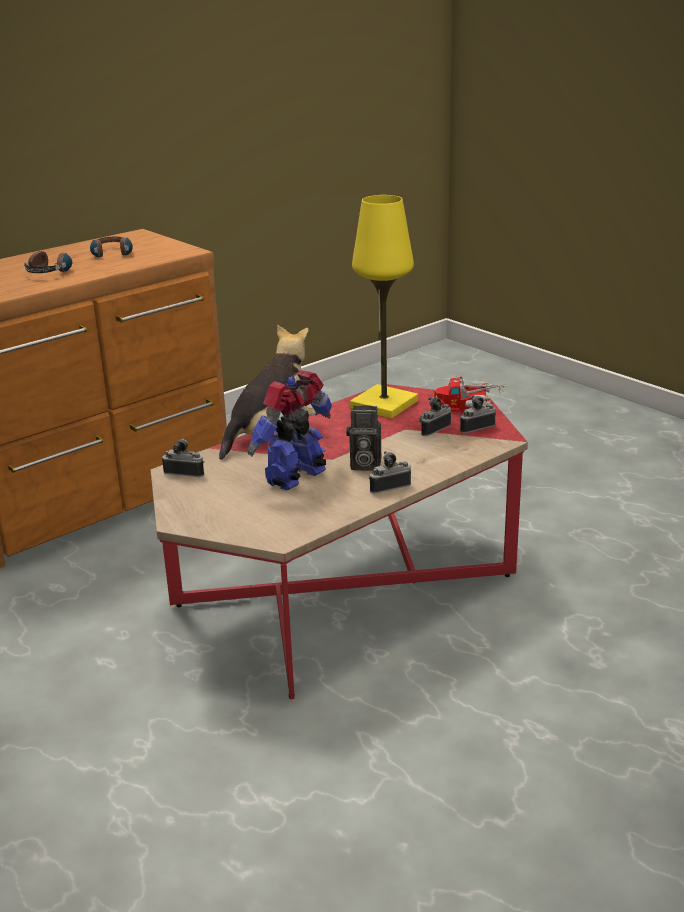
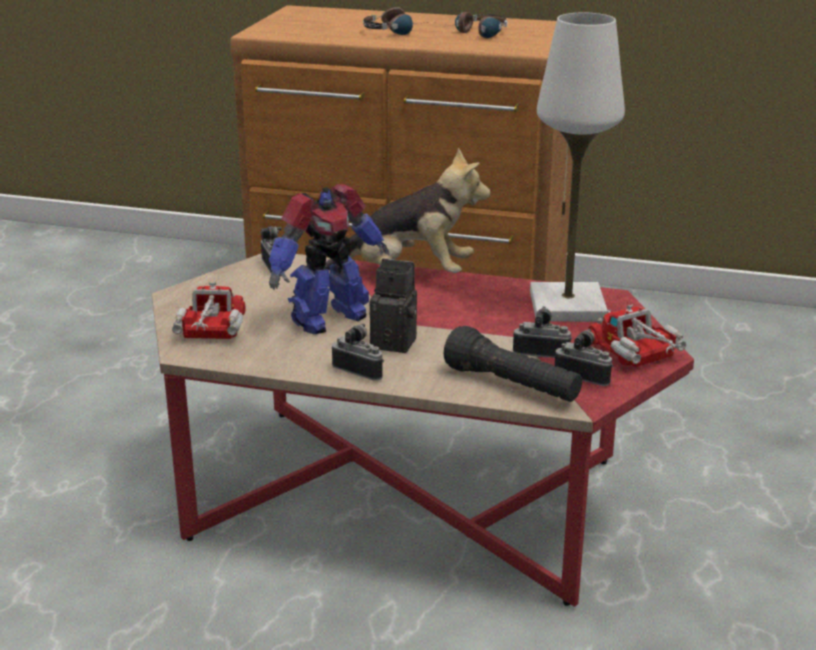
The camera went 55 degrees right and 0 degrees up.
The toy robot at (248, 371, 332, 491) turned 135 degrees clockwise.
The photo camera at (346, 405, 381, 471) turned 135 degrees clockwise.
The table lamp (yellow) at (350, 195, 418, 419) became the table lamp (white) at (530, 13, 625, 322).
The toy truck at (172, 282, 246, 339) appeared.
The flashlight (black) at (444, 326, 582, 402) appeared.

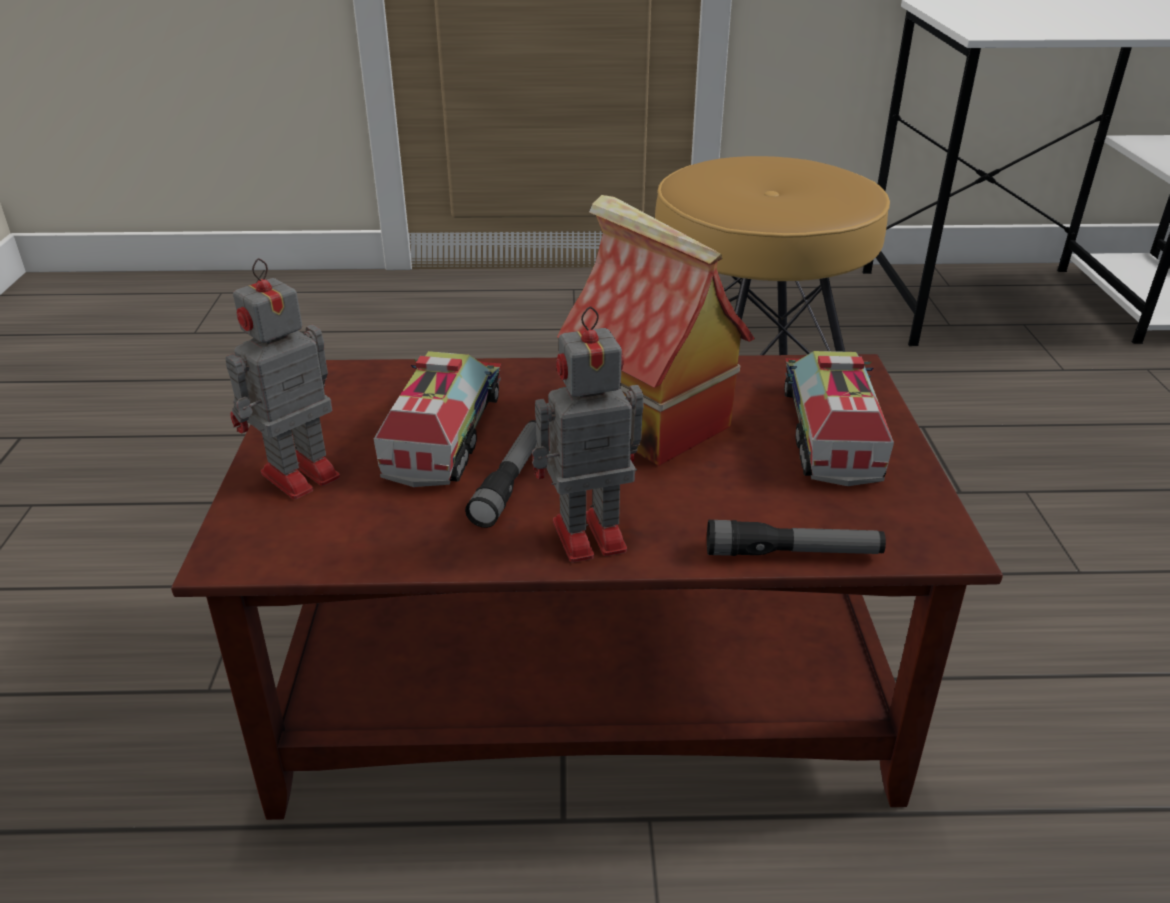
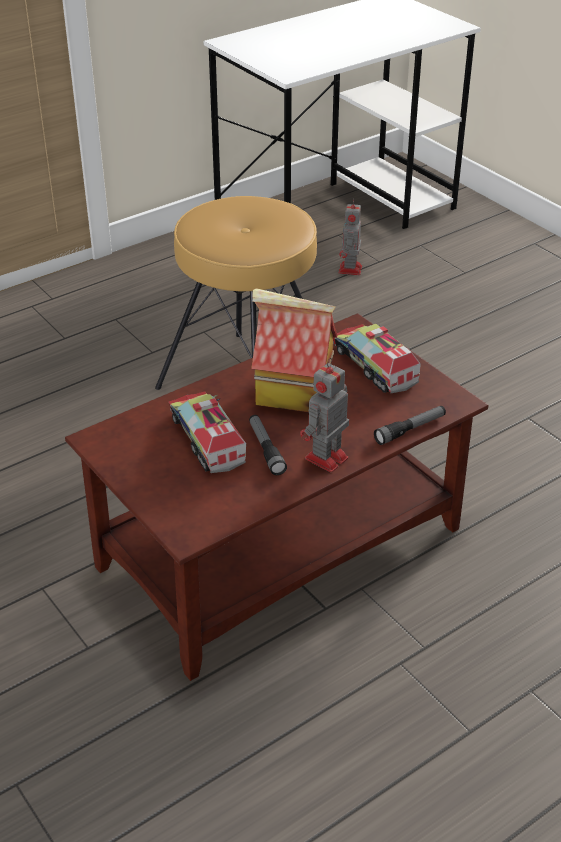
The camera went 35 degrees left and 5 degrees up.
The toy robot moved from (225, 258, 340, 499) to (339, 198, 362, 275).

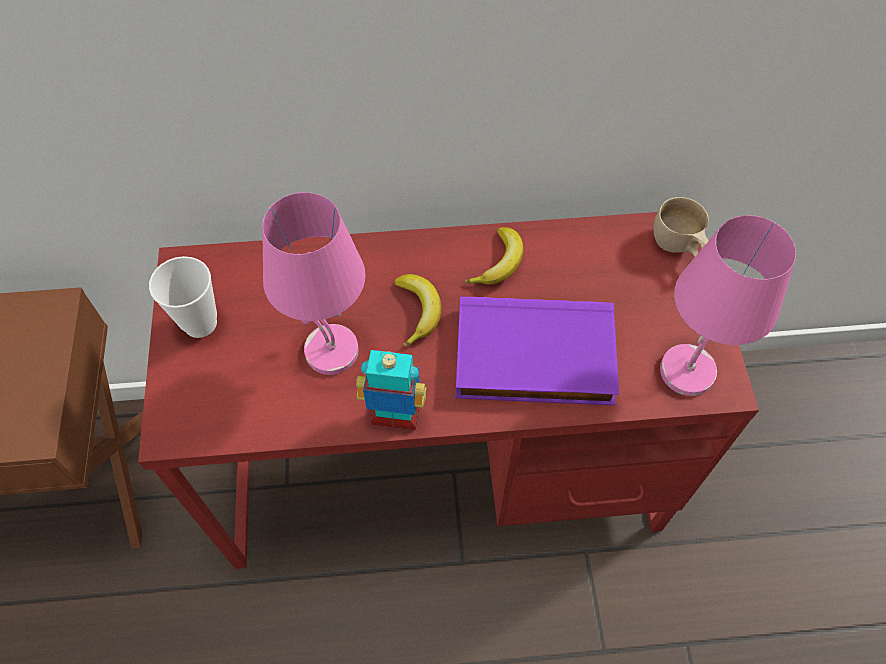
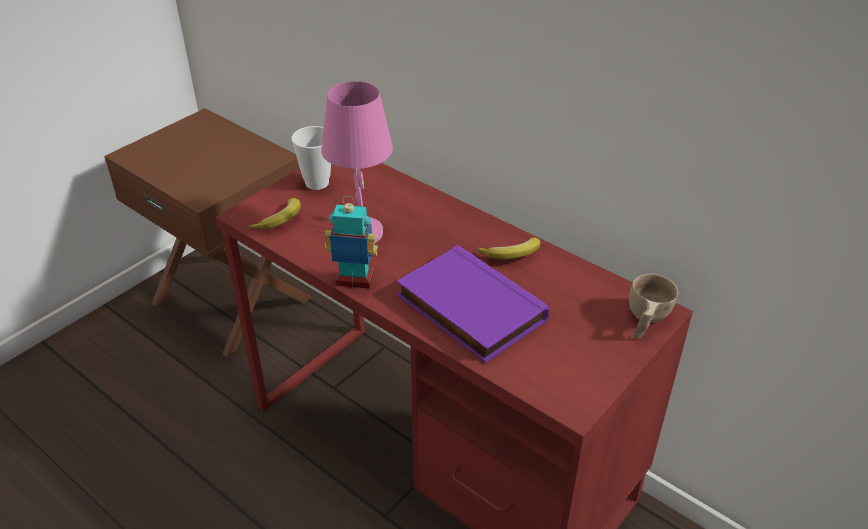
The camera went 45 degrees right and 20 degrees down.
The toy robot at (356, 350, 427, 430) turned 45 degrees counterclockwise.
The banana moved from (394, 274, 441, 347) to (248, 198, 301, 229).
The table lamp (pink) at (660, 215, 796, 396) disappeared.

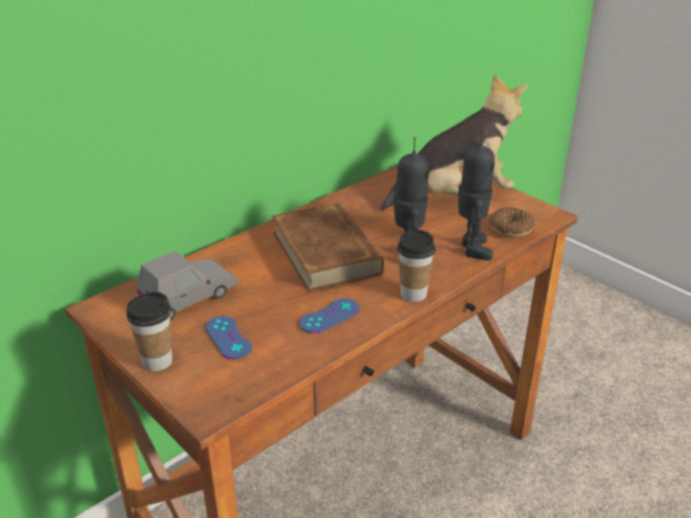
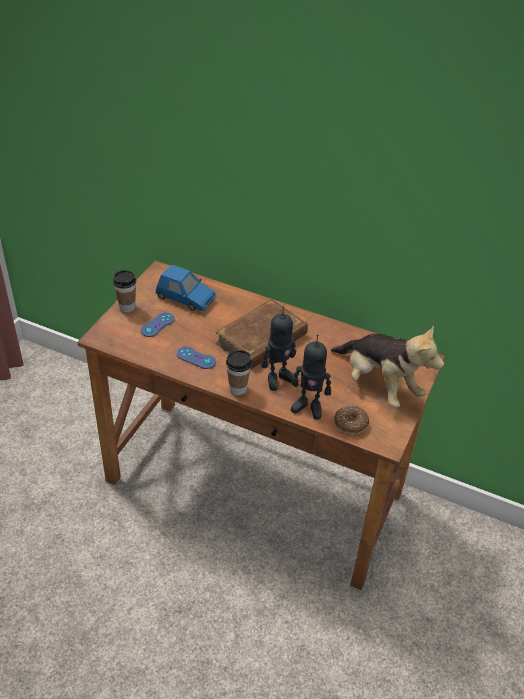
The camera went 65 degrees right and 10 degrees up.
The toy car (grey) at (135, 251, 238, 320) became the toy car (blue) at (156, 264, 216, 311).
The toy robot at (458, 130, 495, 260) turned 45 degrees clockwise.

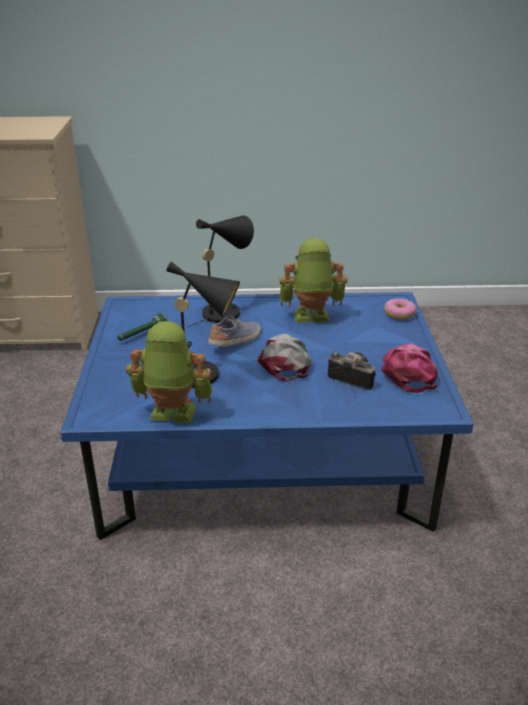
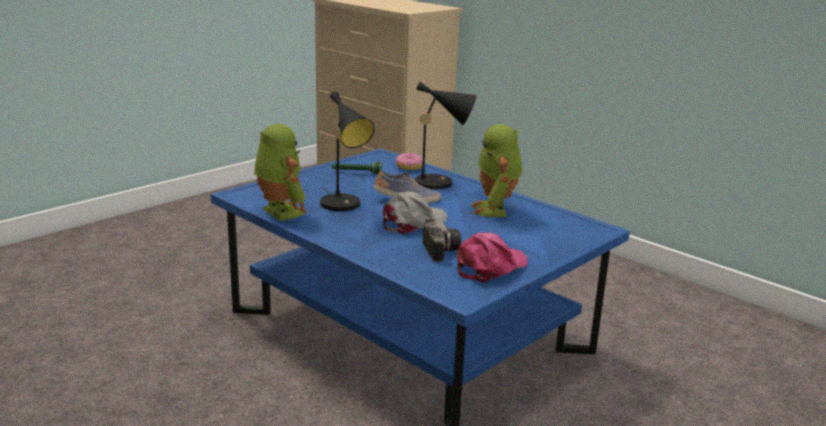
The camera went 45 degrees right and 10 degrees down.
The toy robot at (279, 238, 348, 323) turned 135 degrees counterclockwise.
The donut moved from (384, 298, 416, 320) to (396, 153, 423, 170).

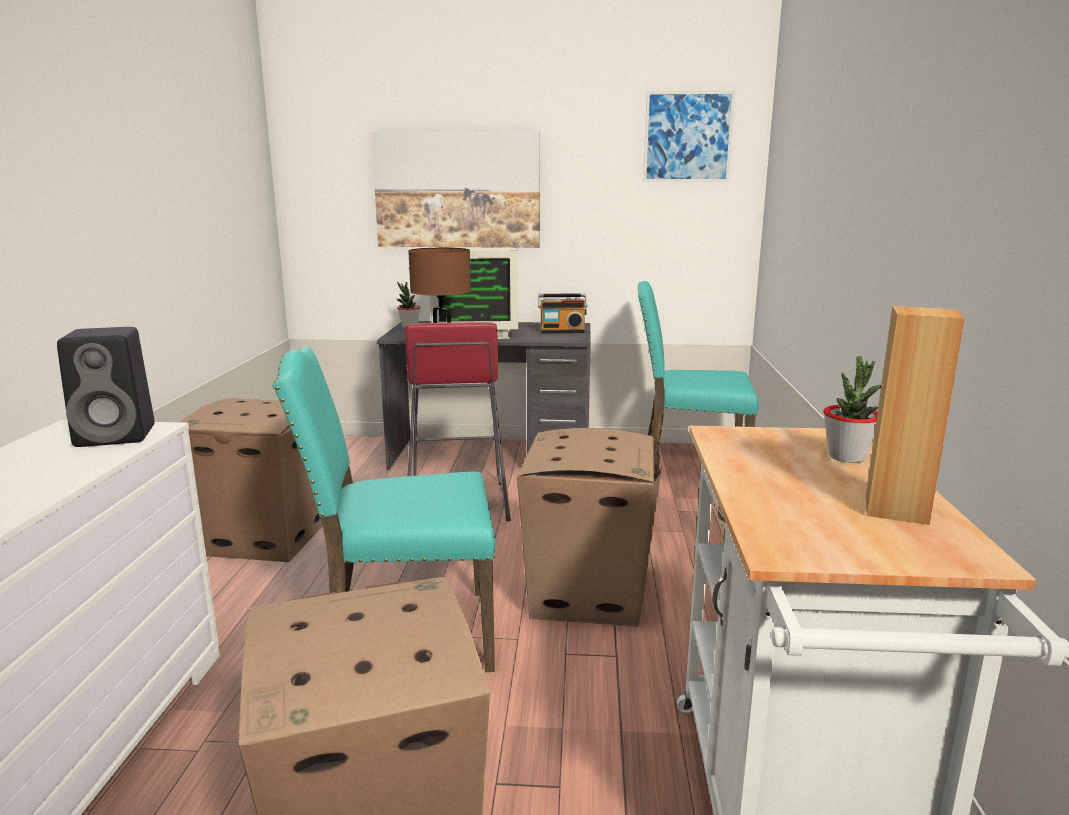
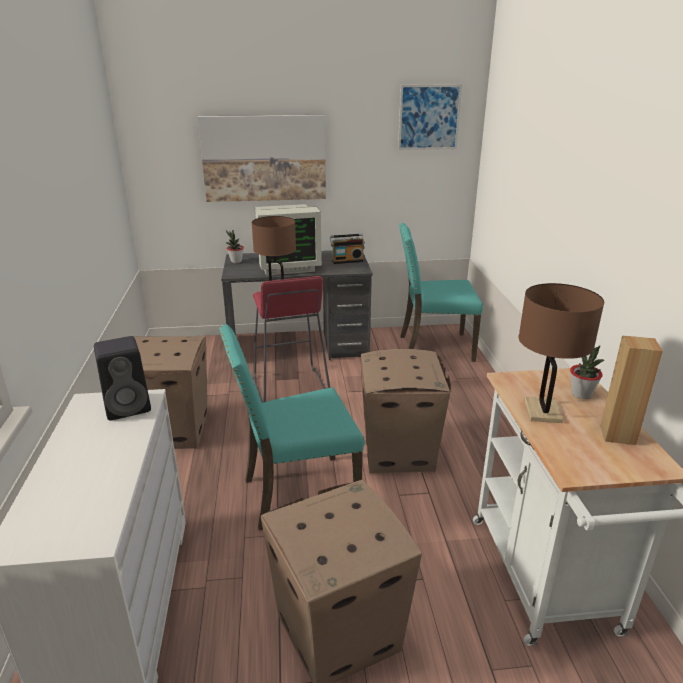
The camera went 10 degrees left and 10 degrees up.
The table lamp (brown) at (518, 283, 604, 423) appeared.

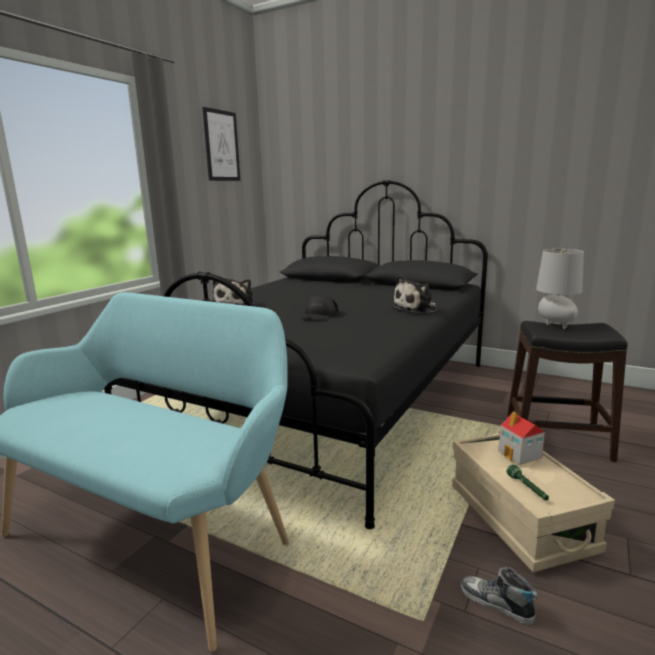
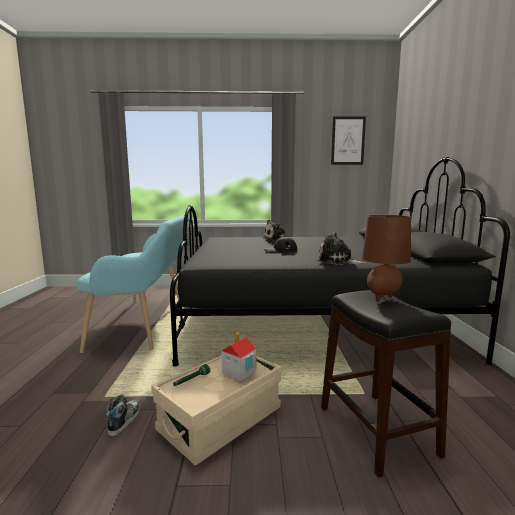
The camera went 60 degrees right and 5 degrees down.
The table lamp (grey) at (536, 249, 584, 329) became the table lamp (brown) at (362, 215, 411, 302).

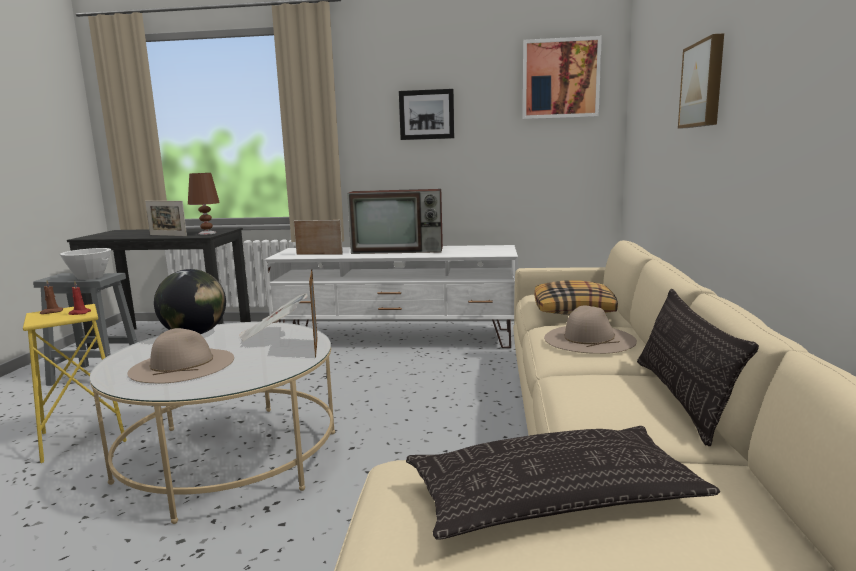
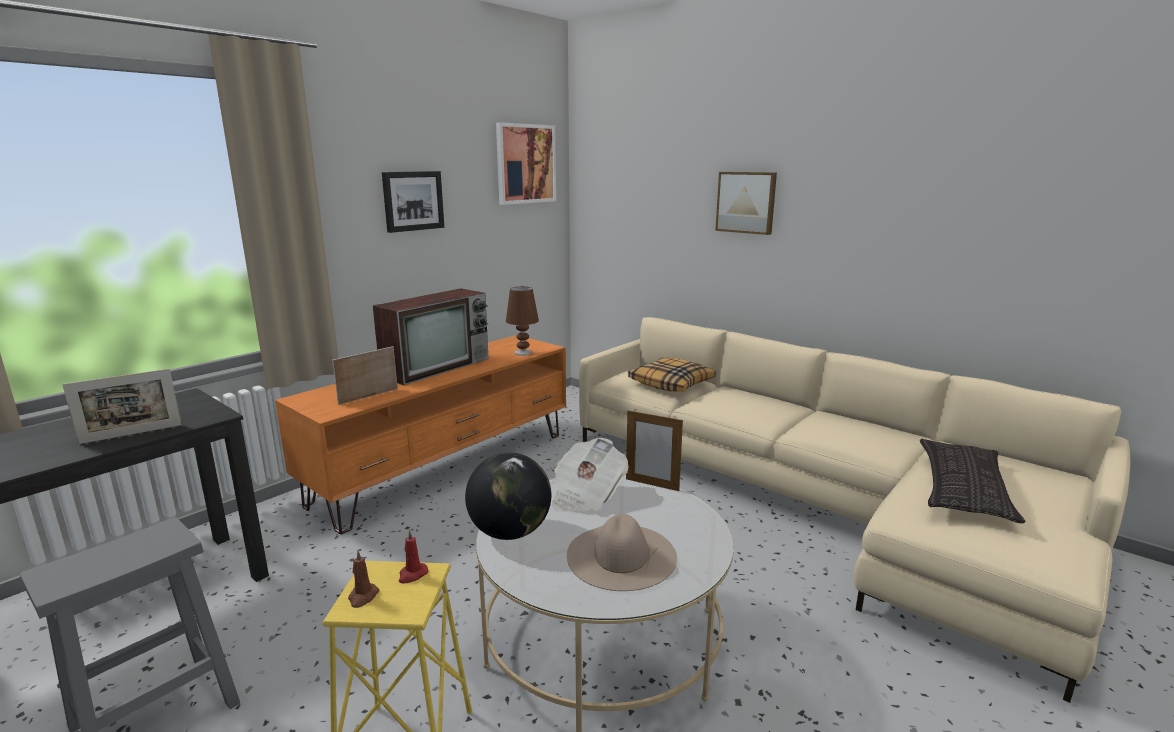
The camera went 55 degrees left and 5 degrees up.
The bowl (white) at (60, 248, 111, 280) disappeared.
The table lamp (brown) moved from (188, 173, 220, 235) to (506, 287, 539, 356).
The tv stand (white) at (264, 245, 518, 348) became the tv stand (orange) at (275, 335, 566, 534).
The hat (beige) at (544, 306, 637, 354) disappeared.
The pillow at (637, 289, 759, 446) disappeared.

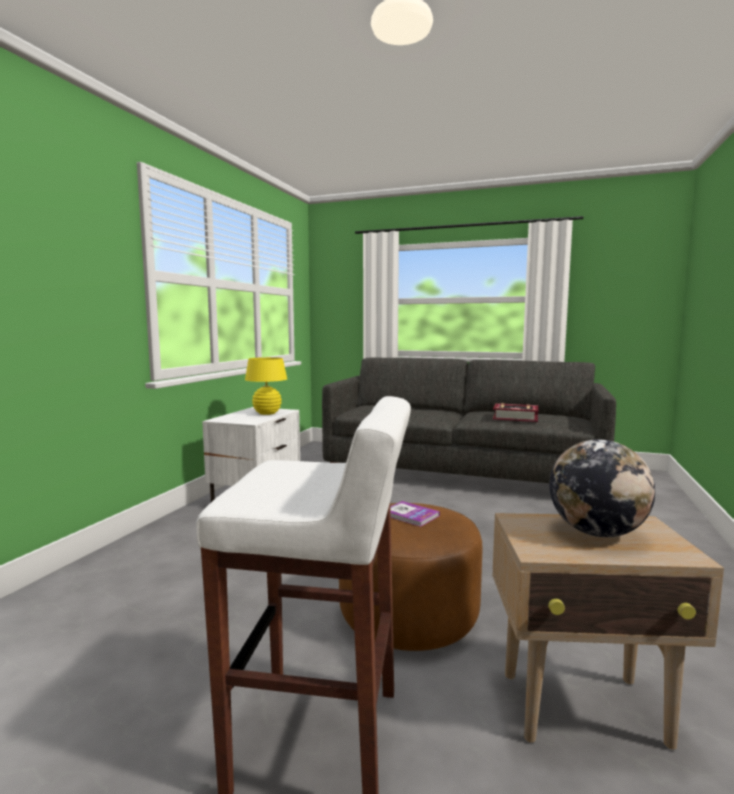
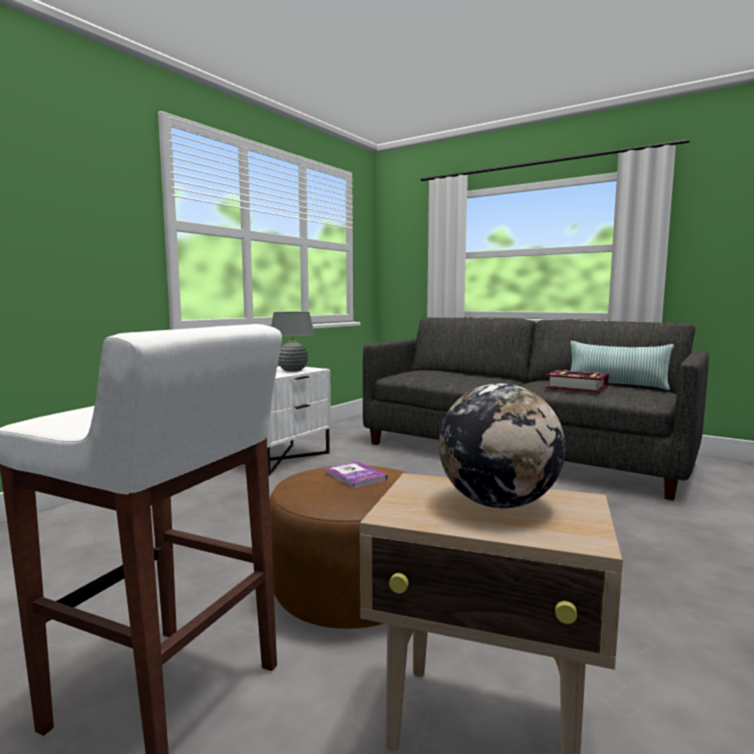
The camera went 15 degrees right and 0 degrees up.
The table lamp (yellow) at (245, 357, 287, 415) became the table lamp (grey) at (271, 312, 314, 372).
The pillow at (570, 341, 674, 390) appeared.

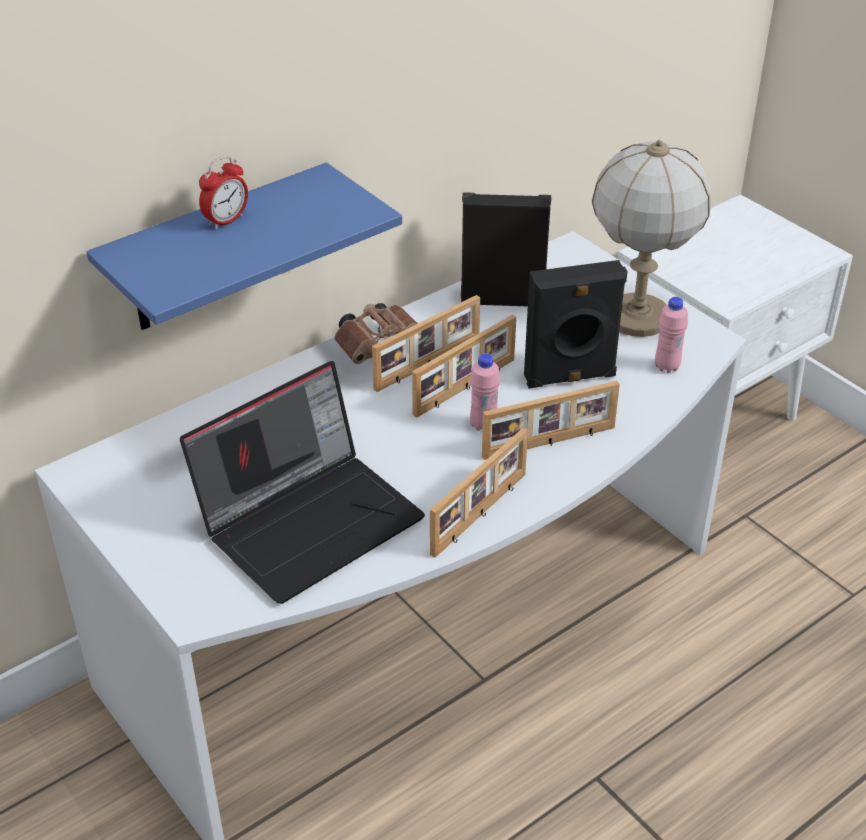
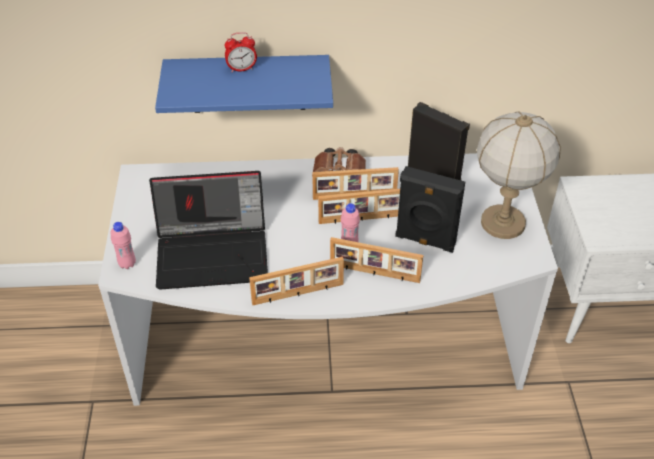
The camera went 35 degrees right and 5 degrees up.
The bottle (pink) moved from (655, 297, 688, 373) to (110, 222, 136, 269).

